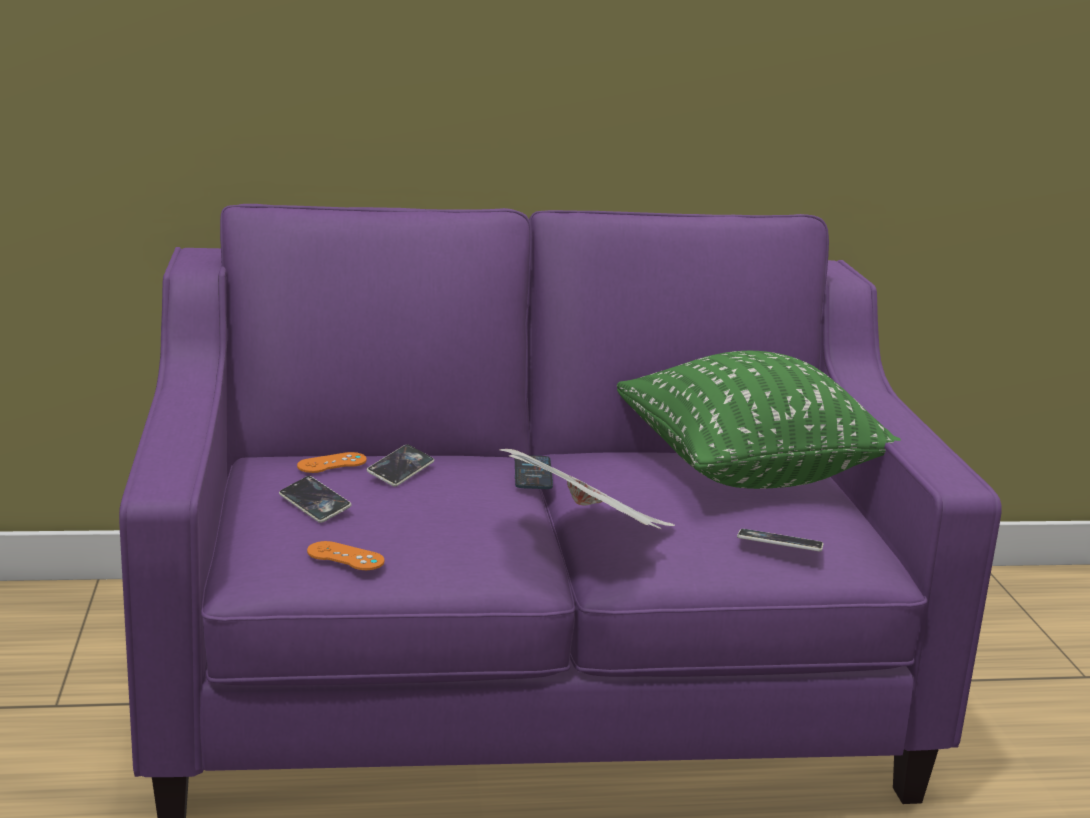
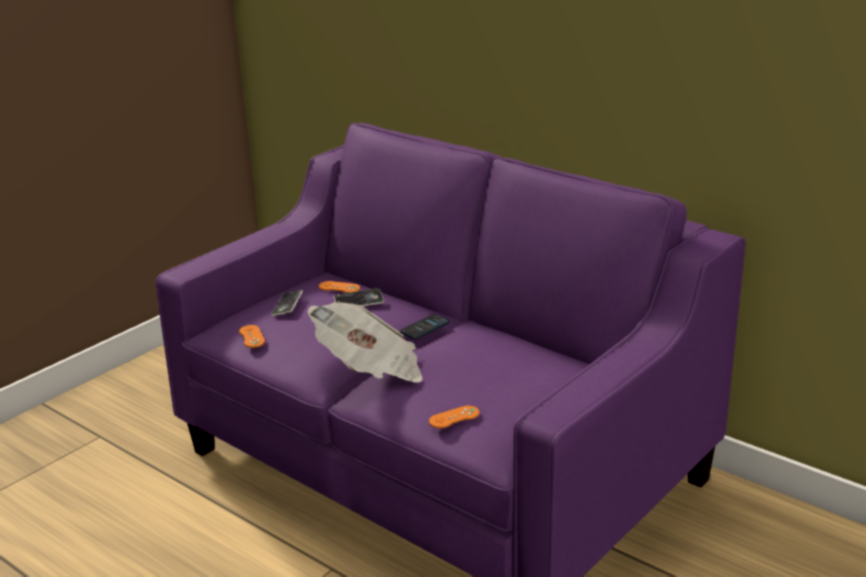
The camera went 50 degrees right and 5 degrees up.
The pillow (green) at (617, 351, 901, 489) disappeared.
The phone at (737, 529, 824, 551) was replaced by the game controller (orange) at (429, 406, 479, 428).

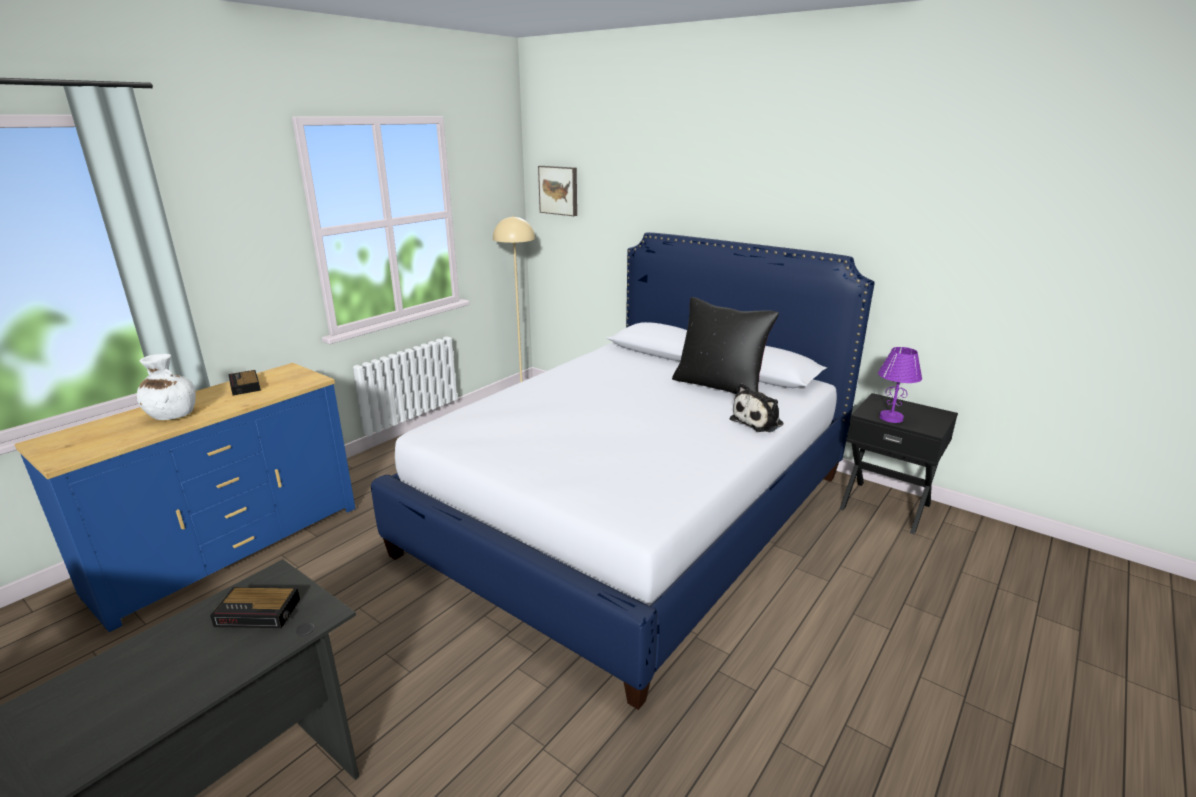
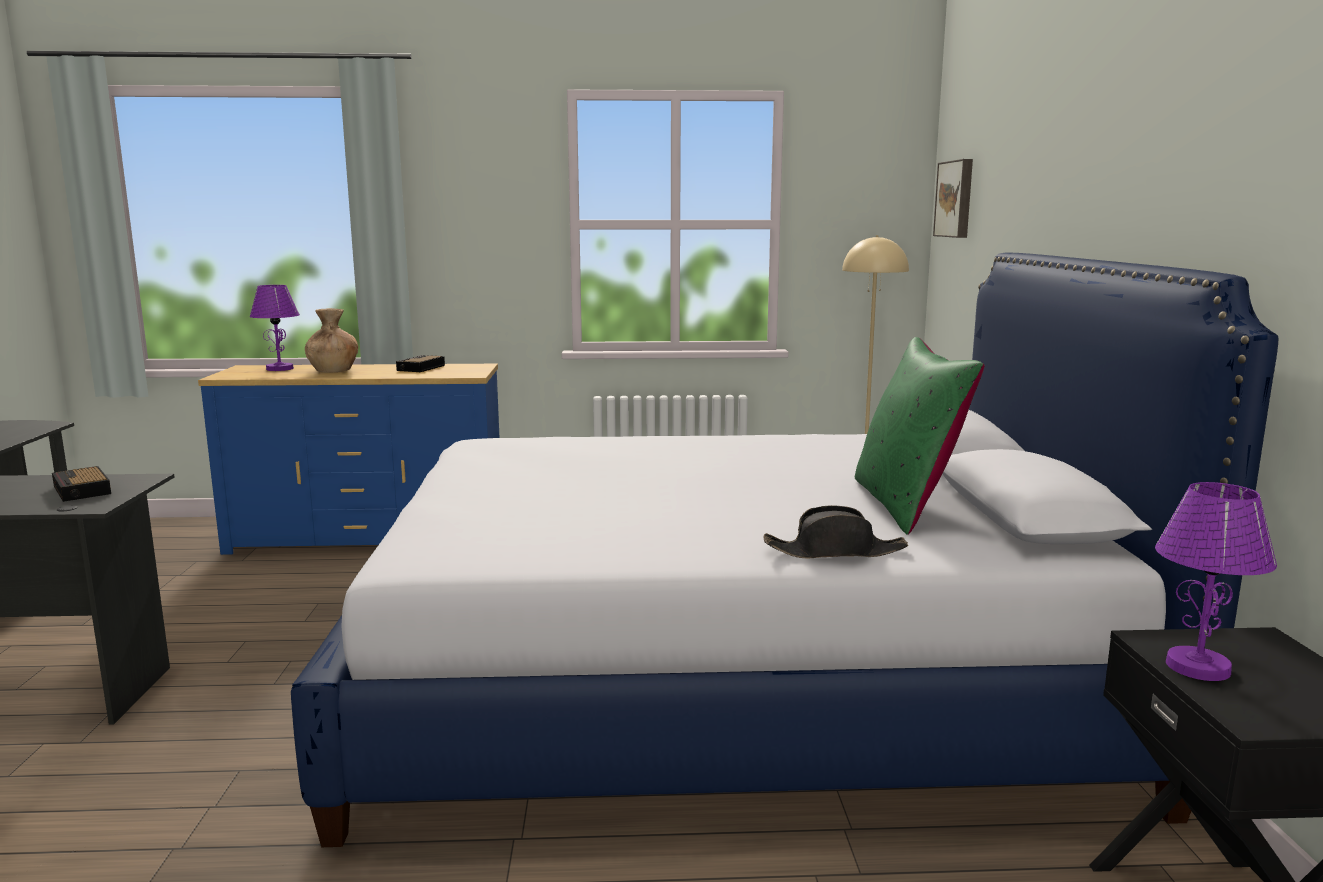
The camera went 50 degrees right and 10 degrees down.
The vase (white) at (137, 354, 196, 420) became the vase (brown) at (305, 308, 358, 373).
The pillow (black) at (672, 297, 779, 394) became the pillow (green) at (855, 337, 985, 535).
The plush toy at (729, 383, 784, 432) was replaced by the hat (black) at (763, 505, 908, 558).
The table lamp (purple) at (250, 285, 300, 371) appeared.

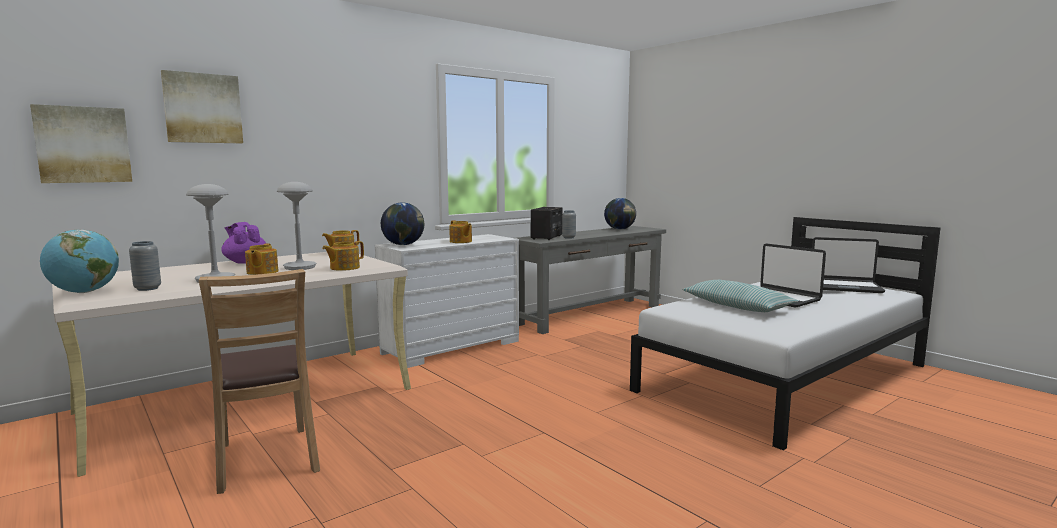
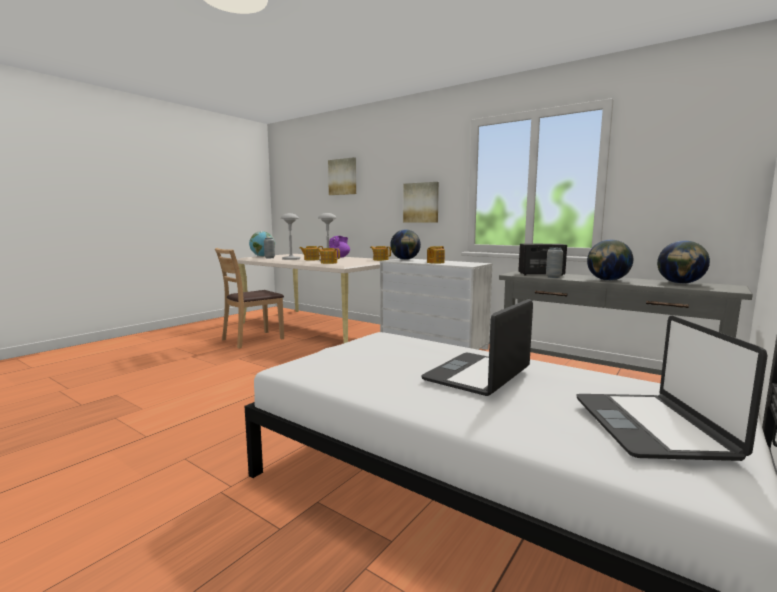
The camera went 75 degrees right and 0 degrees up.
The picture moved from (30, 104, 132, 183) to (403, 182, 439, 223).
The pillow at (682, 280, 799, 312) disappeared.
The globe at (587, 240, 633, 281) appeared.

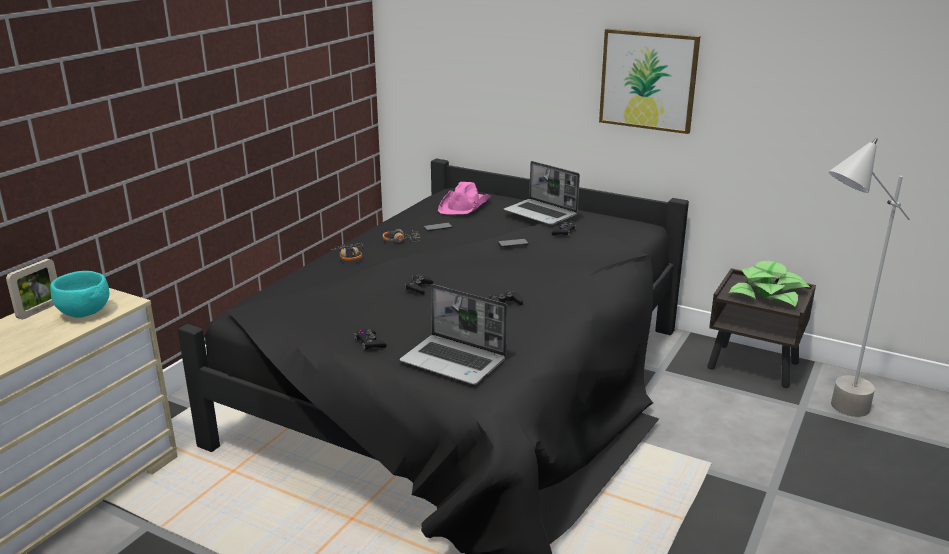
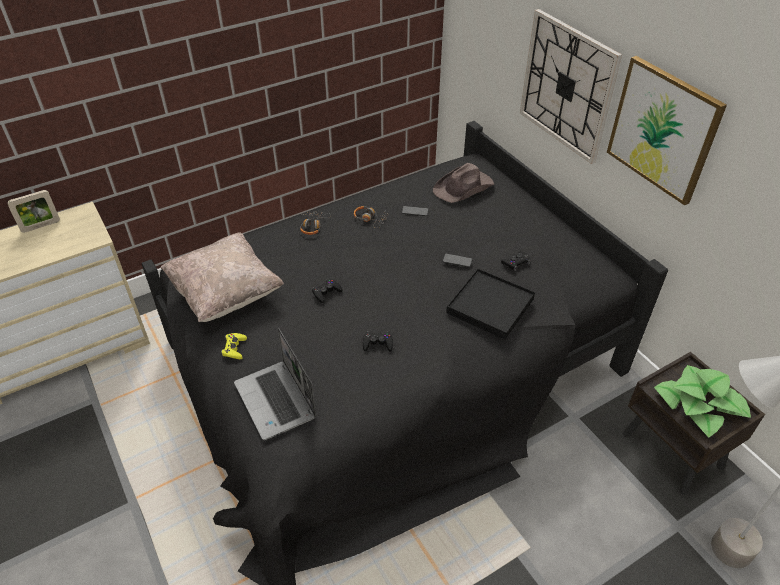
The camera went 30 degrees right and 20 degrees up.
The bowl (turquoise) at (50, 271, 109, 318) disappeared.
The game controller (black) at (354, 329, 387, 350) became the game controller (yellow) at (221, 333, 247, 359).
The hat (pink) at (438, 182, 491, 215) became the hat (brown) at (433, 163, 494, 203).
The laptop at (503, 161, 580, 225) disappeared.
The pillow (beige) at (161, 232, 284, 322) appeared.
The tray (black) at (446, 268, 535, 340) appeared.
The wall clock at (520, 9, 622, 164) appeared.

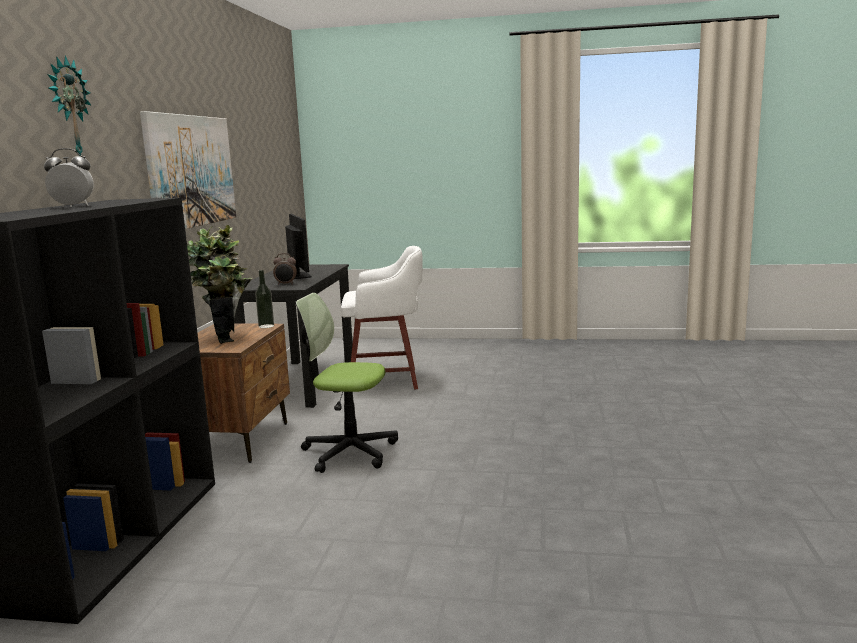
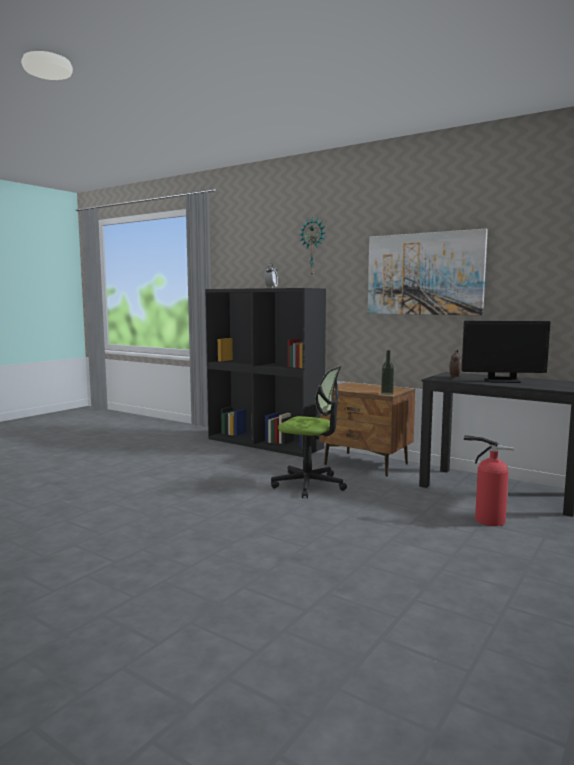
The camera went 115 degrees right and 5 degrees down.
The potted plant at (187, 225, 252, 344) disappeared.
The office chair at (296, 293, 398, 473) turned 75 degrees clockwise.
The stool (white) at (341, 246, 423, 389) was replaced by the fire extinguisher at (464, 435, 514, 526).

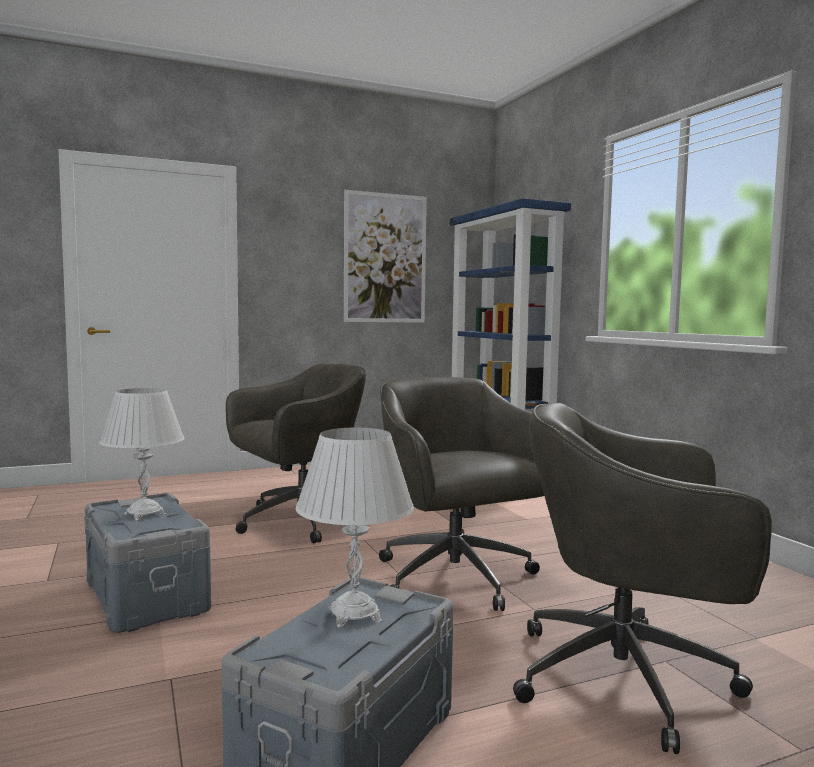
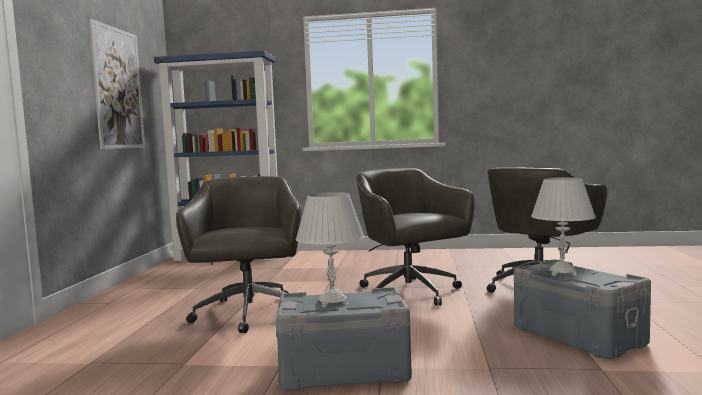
The camera went 60 degrees left and 0 degrees up.
The office chair (grey) at (379, 377, 544, 611) turned 60 degrees clockwise.

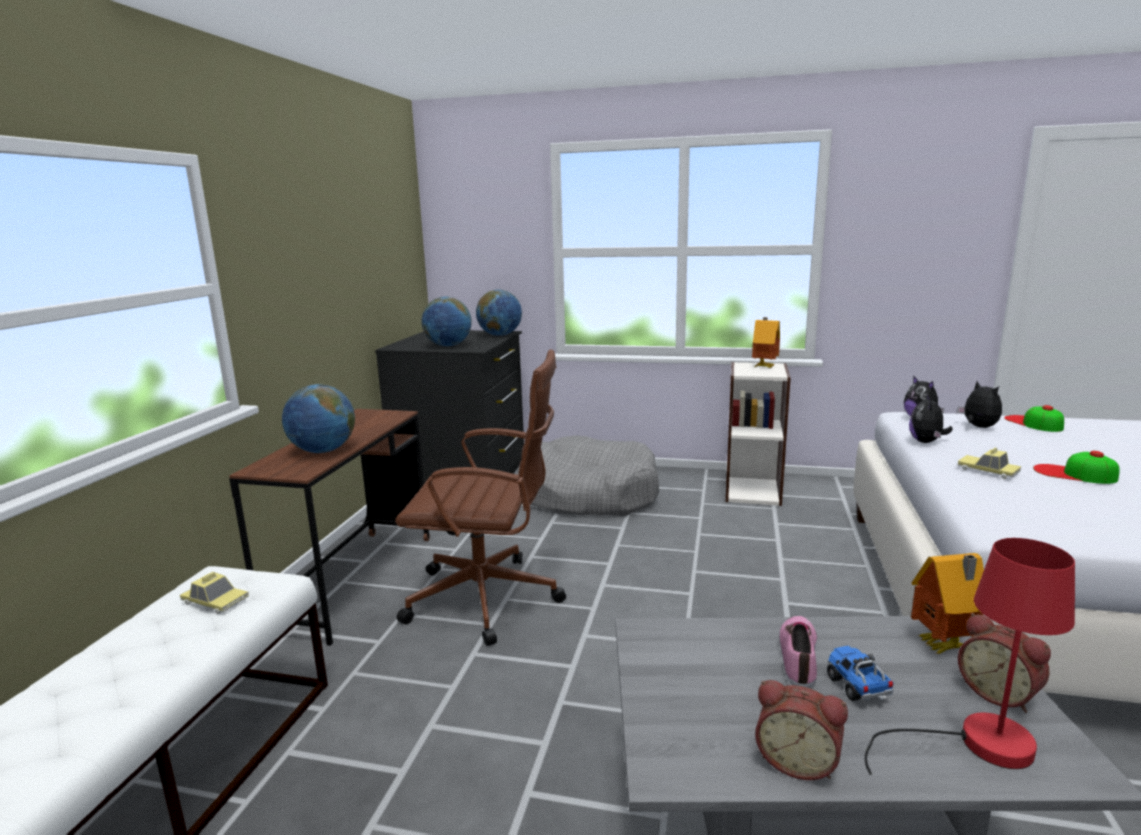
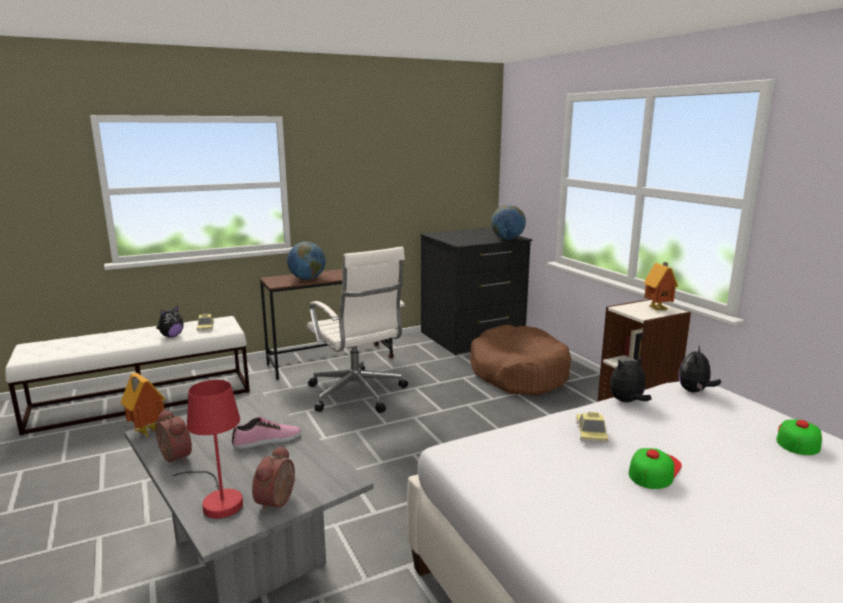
The camera went 50 degrees right and 0 degrees up.
The office chair (brown) at (395, 349, 566, 646) became the office chair (white) at (307, 247, 408, 413).
The globe at (422, 297, 472, 346) disappeared.
The dog bed (grey) at (519, 435, 659, 516) became the dog bed (brown) at (470, 325, 571, 396).
The alarm clock at (755, 680, 848, 780) turned 150 degrees clockwise.
The toy truck at (827, 646, 894, 701) disappeared.
The toy house moved from (911, 553, 984, 654) to (121, 373, 166, 437).
The plush toy moved from (958, 381, 1002, 428) to (156, 305, 184, 338).
The cap at (1033, 451, 1120, 484) turned 45 degrees clockwise.

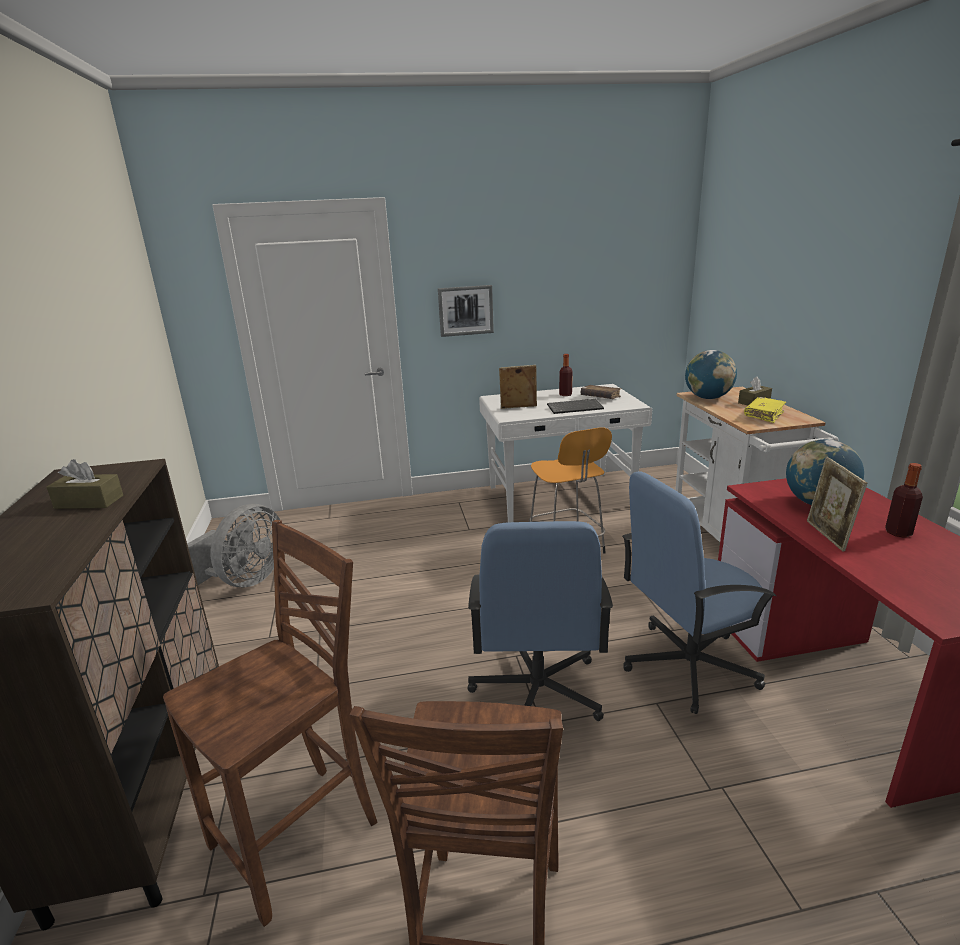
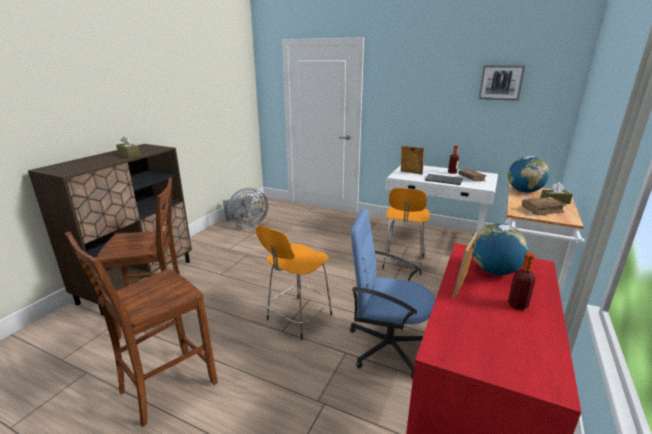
The camera went 35 degrees right and 0 degrees up.
The picture moved from (438, 285, 494, 337) to (478, 65, 525, 101).
The office chair (blue) at (467, 521, 613, 721) was replaced by the stool (orange) at (256, 225, 332, 340).
The book (yellow) at (744, 397, 786, 423) became the book (brown) at (522, 197, 566, 216).

